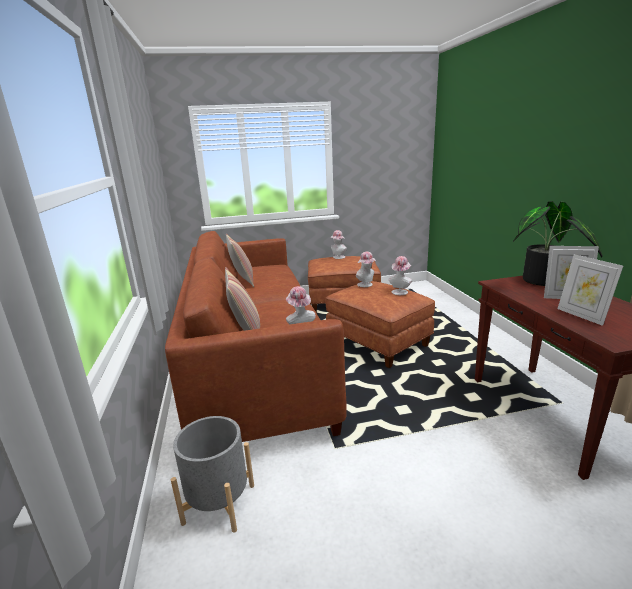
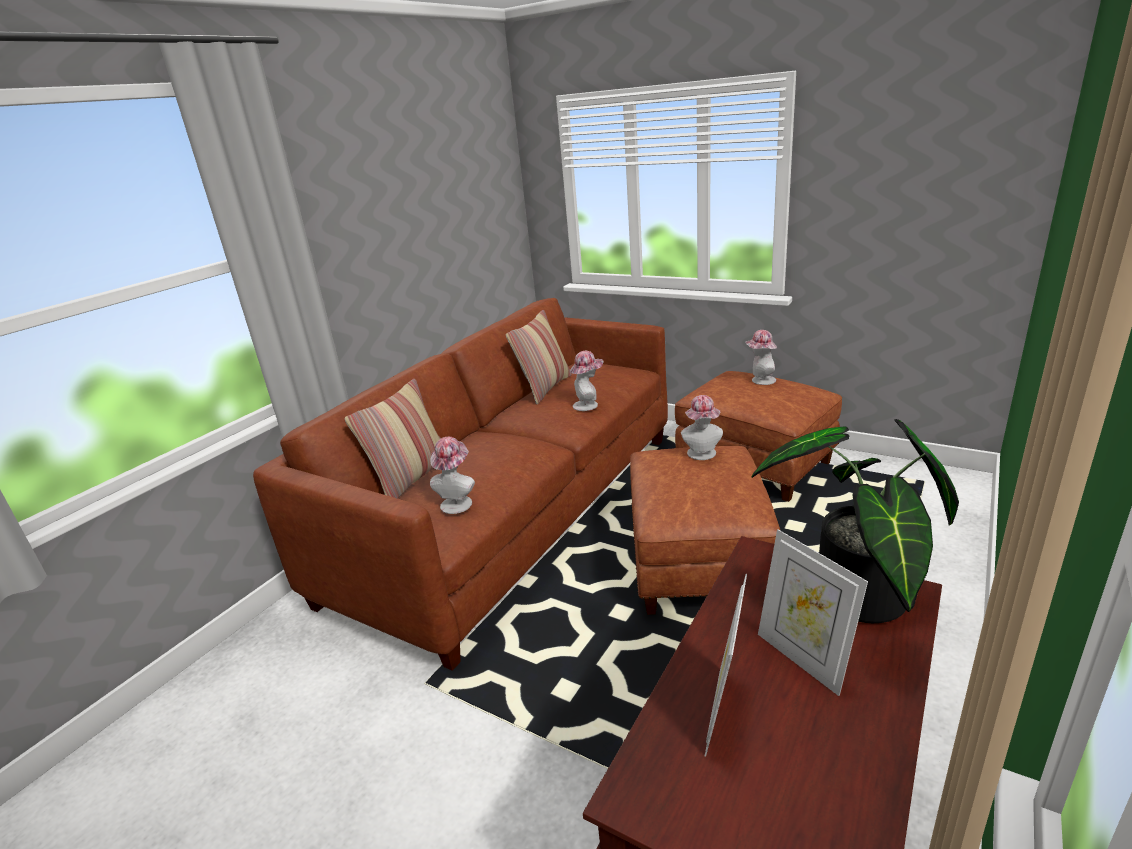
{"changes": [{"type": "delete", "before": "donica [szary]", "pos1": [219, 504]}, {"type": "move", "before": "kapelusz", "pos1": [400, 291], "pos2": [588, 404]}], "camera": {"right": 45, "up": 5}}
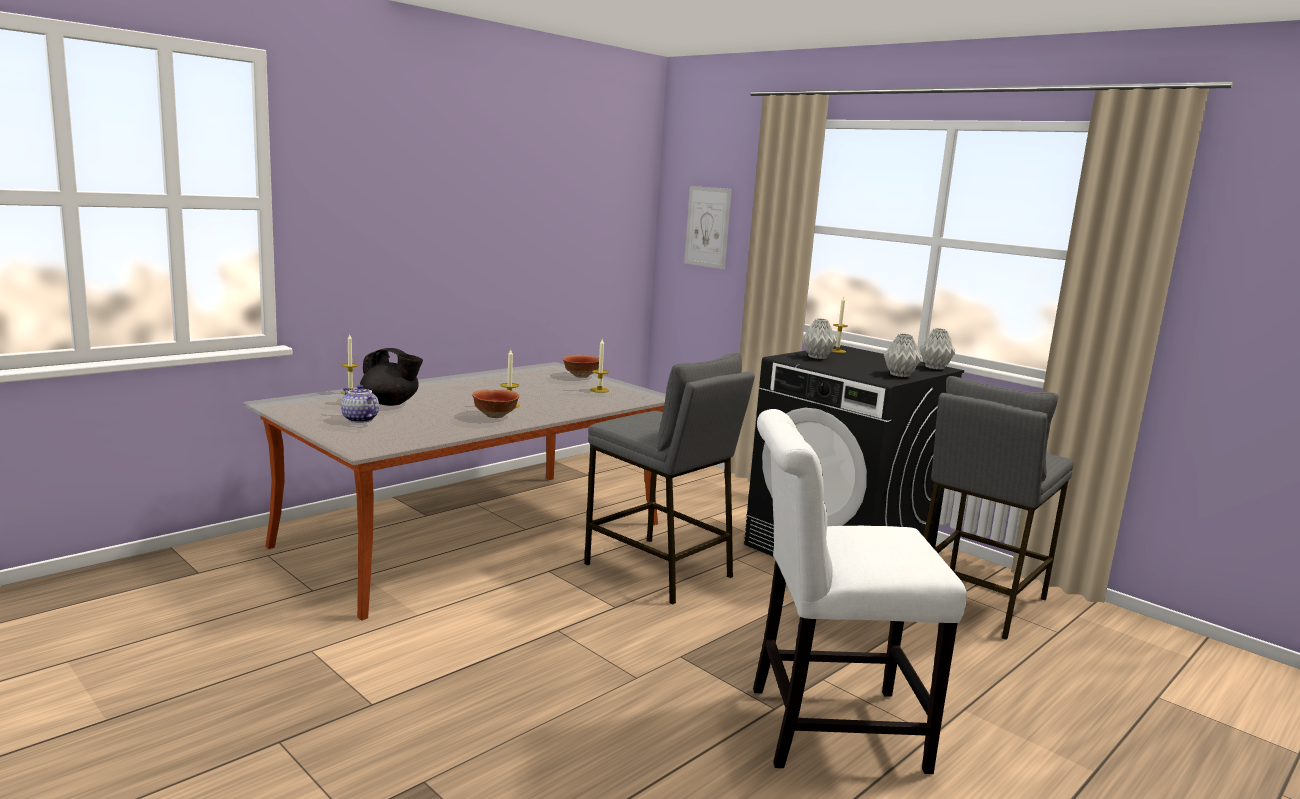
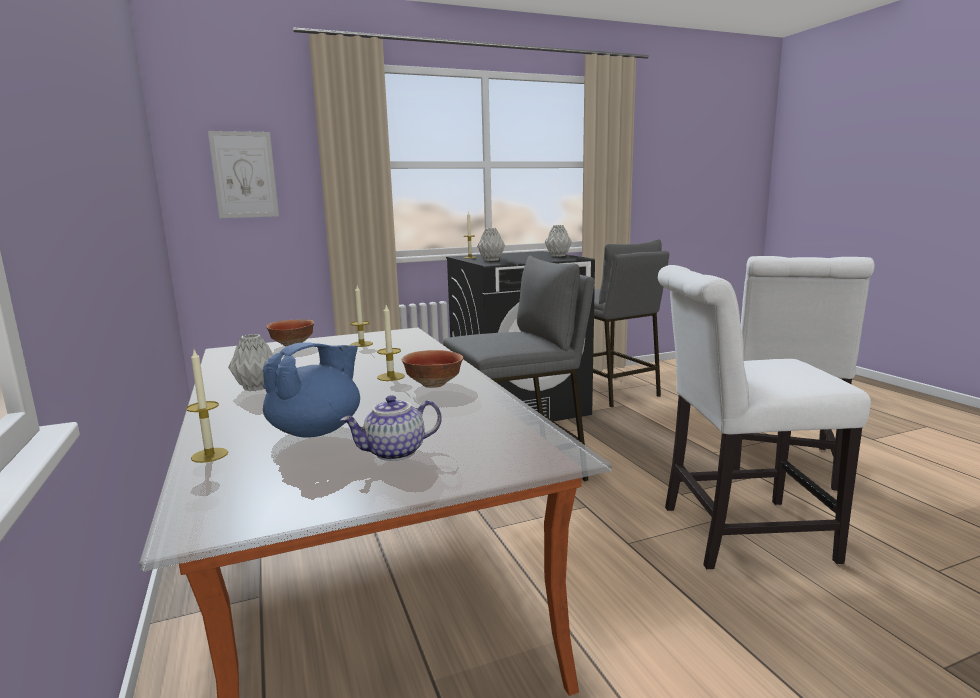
{"changes": [{"type": "recolor", "before": "imbryk [czarny]", "after": "imbryk [niebieski]", "pos1": [390, 403], "pos2": [317, 431]}, {"type": "move", "before": "wazon [szary]", "pos1": [934, 367], "pos2": [257, 388]}, {"type": "insert", "after": "krzesło [biały]", "pos2": [736, 533]}], "camera": {"right": -65, "up": 0}}
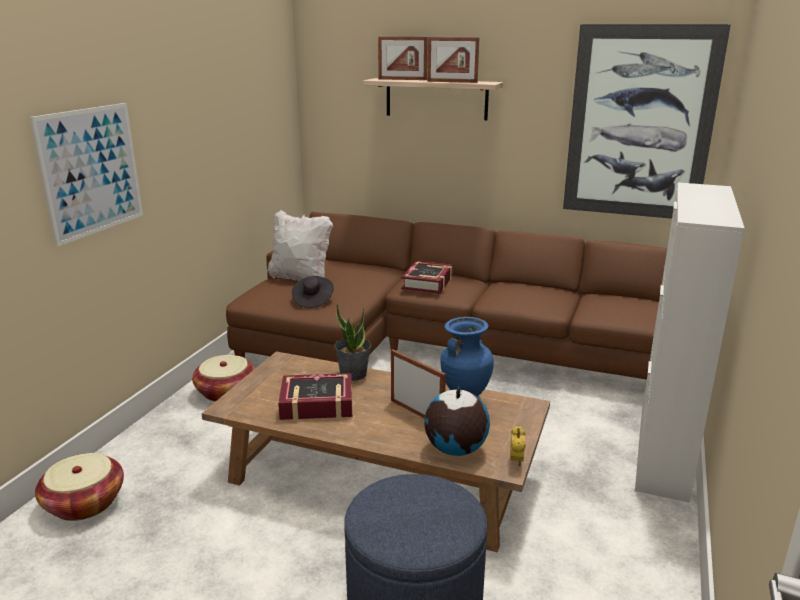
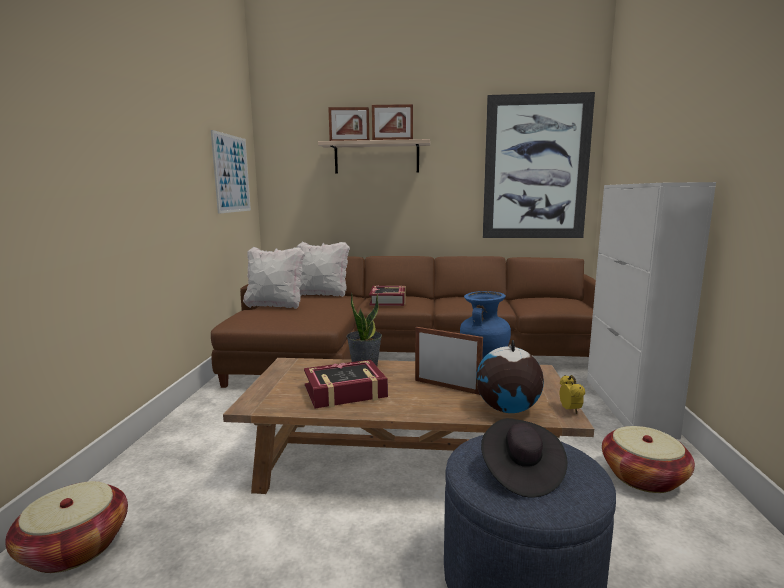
{"changes": [{"type": "move", "before": "obraz", "pos1": [91, 171], "pos2": [231, 174]}, {"type": "move", "before": "koszyk", "pos1": [226, 392], "pos2": [643, 477]}, {"type": "move", "before": "kapelusz [czarny]", "pos1": [313, 300], "pos2": [521, 473]}, {"type": "insert", "after": "poduszka [biały]", "pos2": [322, 294]}], "camera": {"right": -15, "up": -10}}
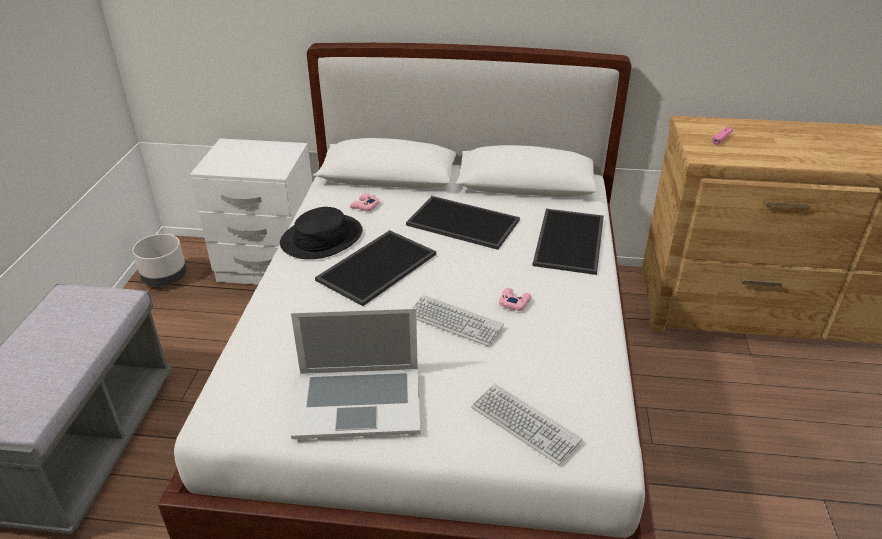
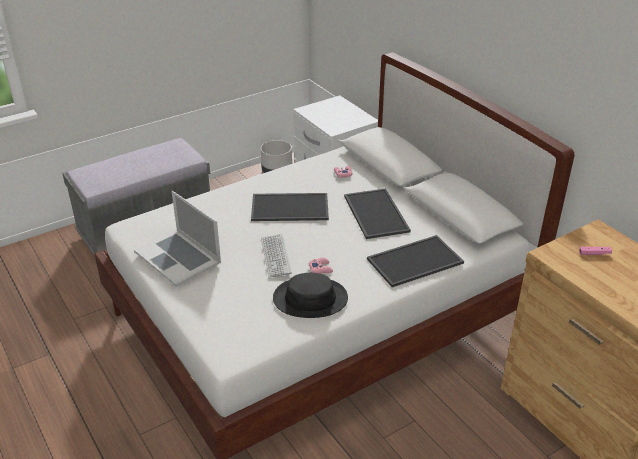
{"changes": [{"type": "move", "before": "kapelusz [czarny]", "pos1": [321, 238], "pos2": [310, 298]}, {"type": "delete", "before": "klawiatura", "pos1": [524, 424]}], "camera": {"right": 50, "up": 0}}
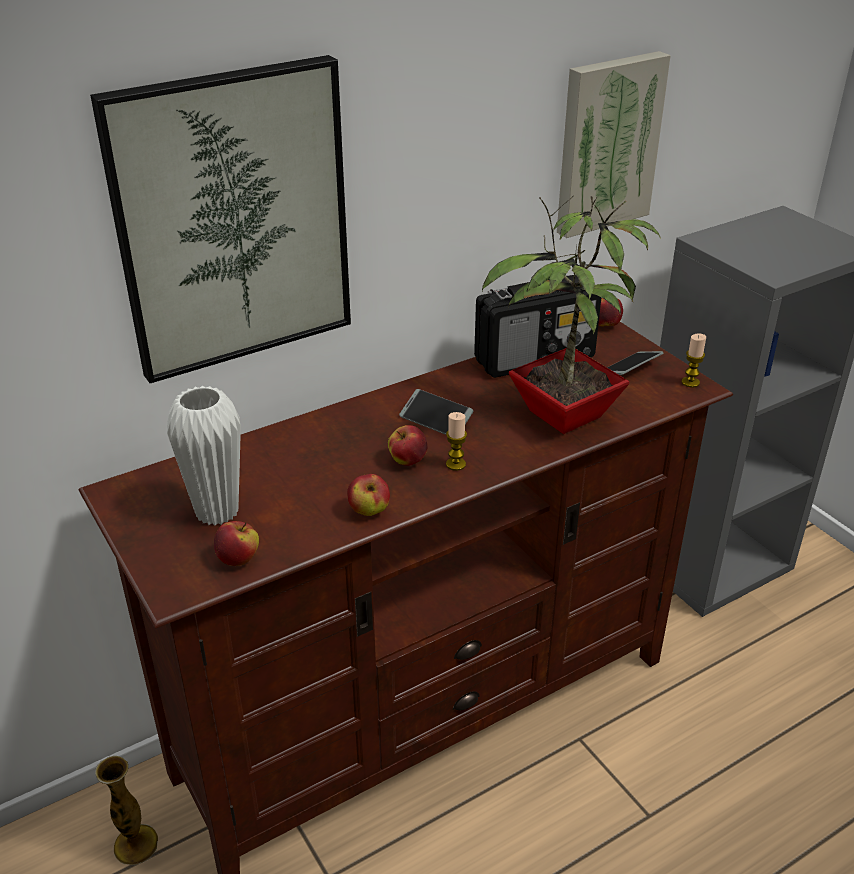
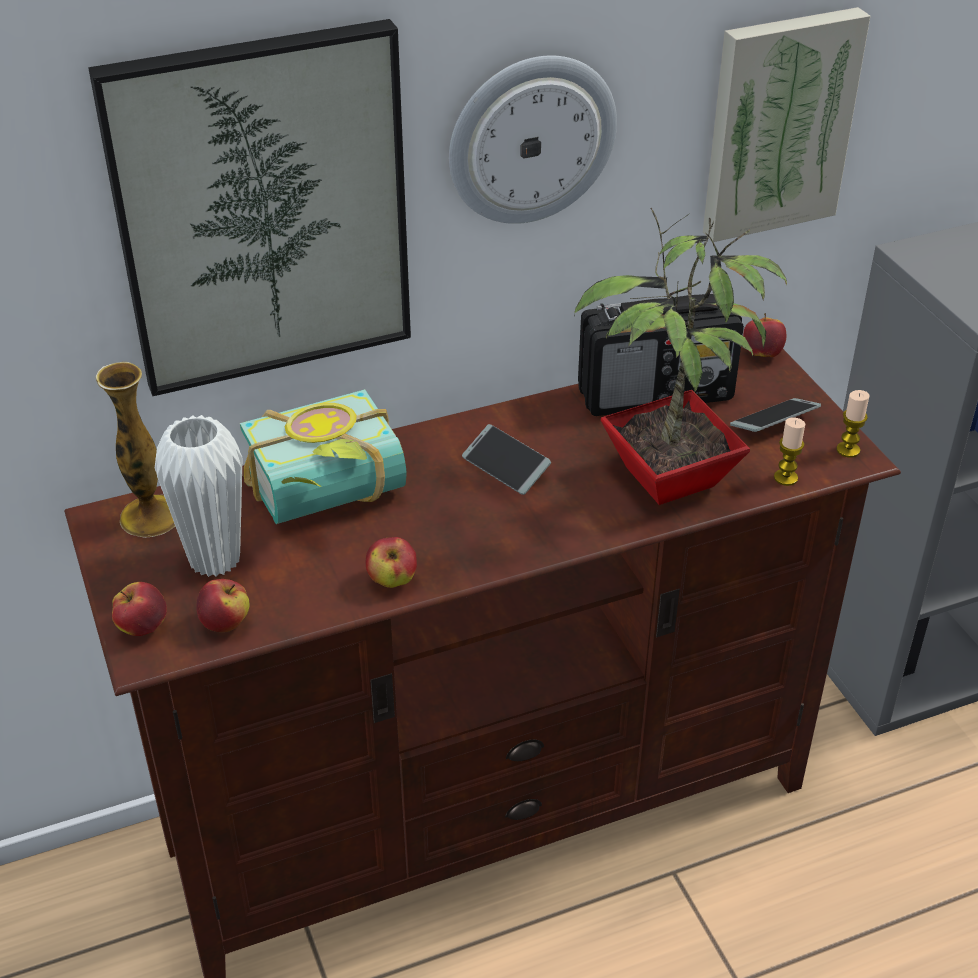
{"changes": [{"type": "move", "before": "wazon", "pos1": [136, 844], "pos2": [150, 516]}, {"type": "move", "before": "jabłko", "pos1": [407, 461], "pos2": [143, 627]}, {"type": "move", "before": "świeca", "pos1": [456, 464], "pos2": [785, 478]}, {"type": "insert", "after": "książka", "pos2": [331, 497]}, {"type": "insert", "after": "zegar ścienny", "pos2": [531, 139]}], "camera": {"right": 10, "up": 5}}
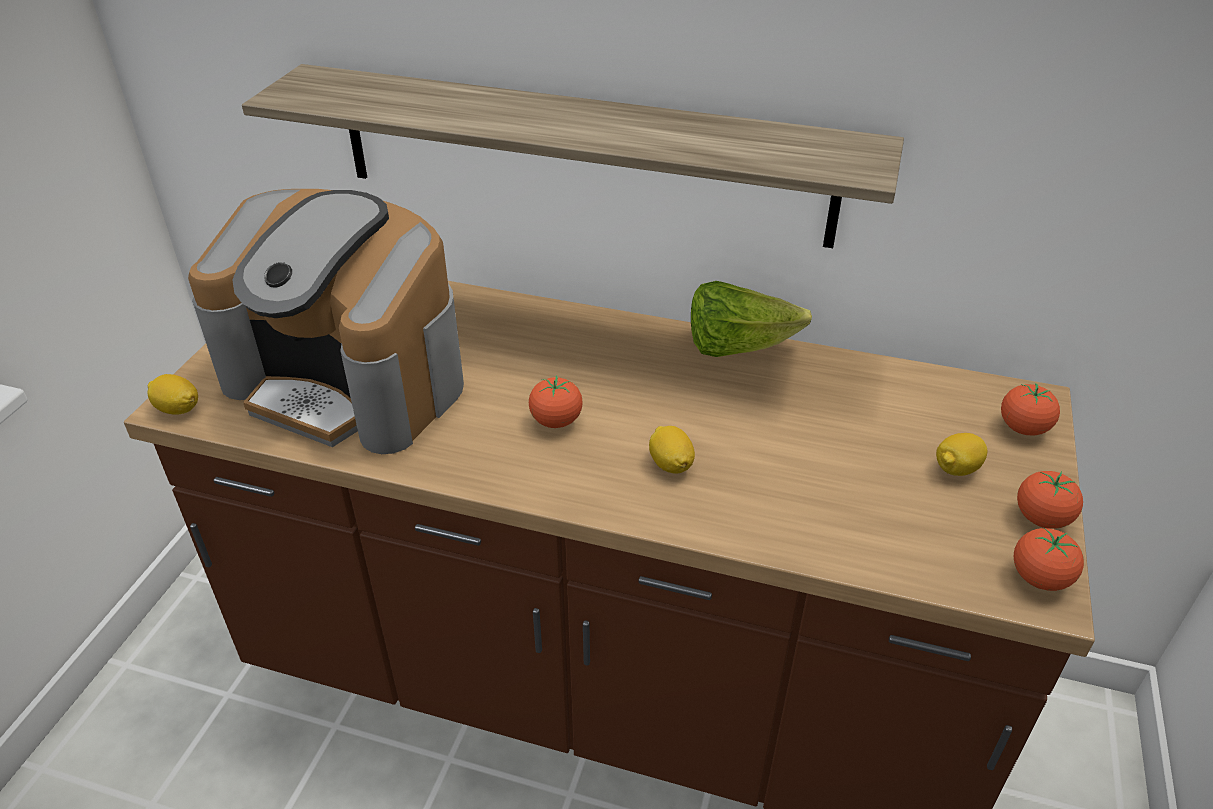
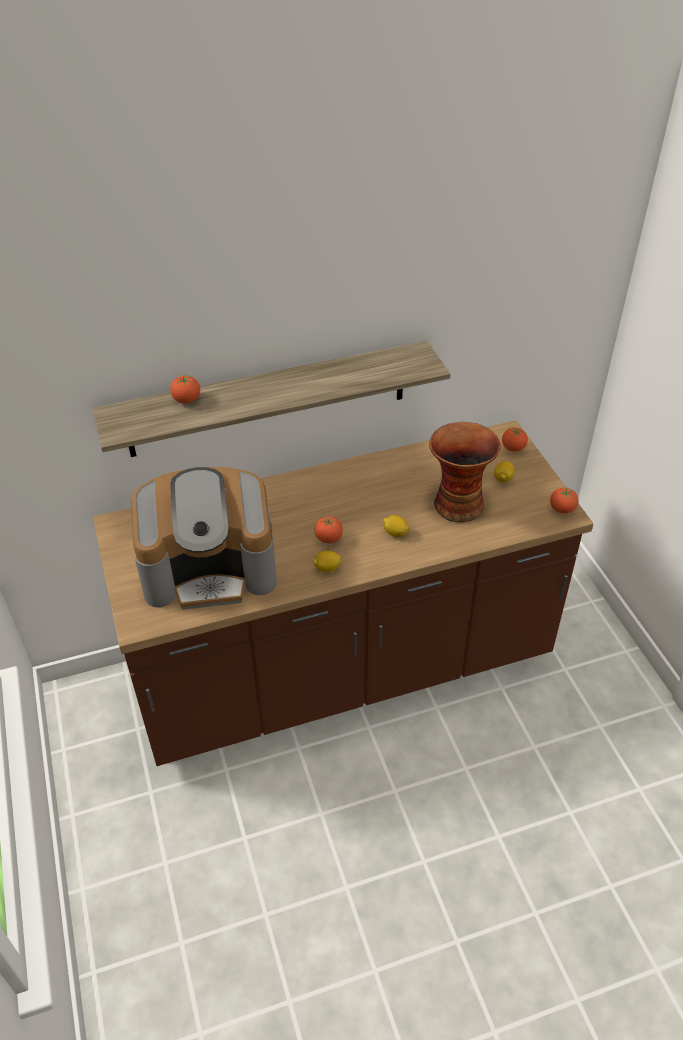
{"changes": [{"type": "move", "before": "cytryna", "pos1": [178, 409], "pos2": [327, 568]}, {"type": "delete", "before": "sałata", "pos1": [737, 347]}, {"type": "move", "before": "pomidor", "pos1": [1041, 518], "pos2": [187, 400]}, {"type": "insert", "after": "wazon", "pos2": [457, 504]}], "camera": {"right": -35, "up": 5}}
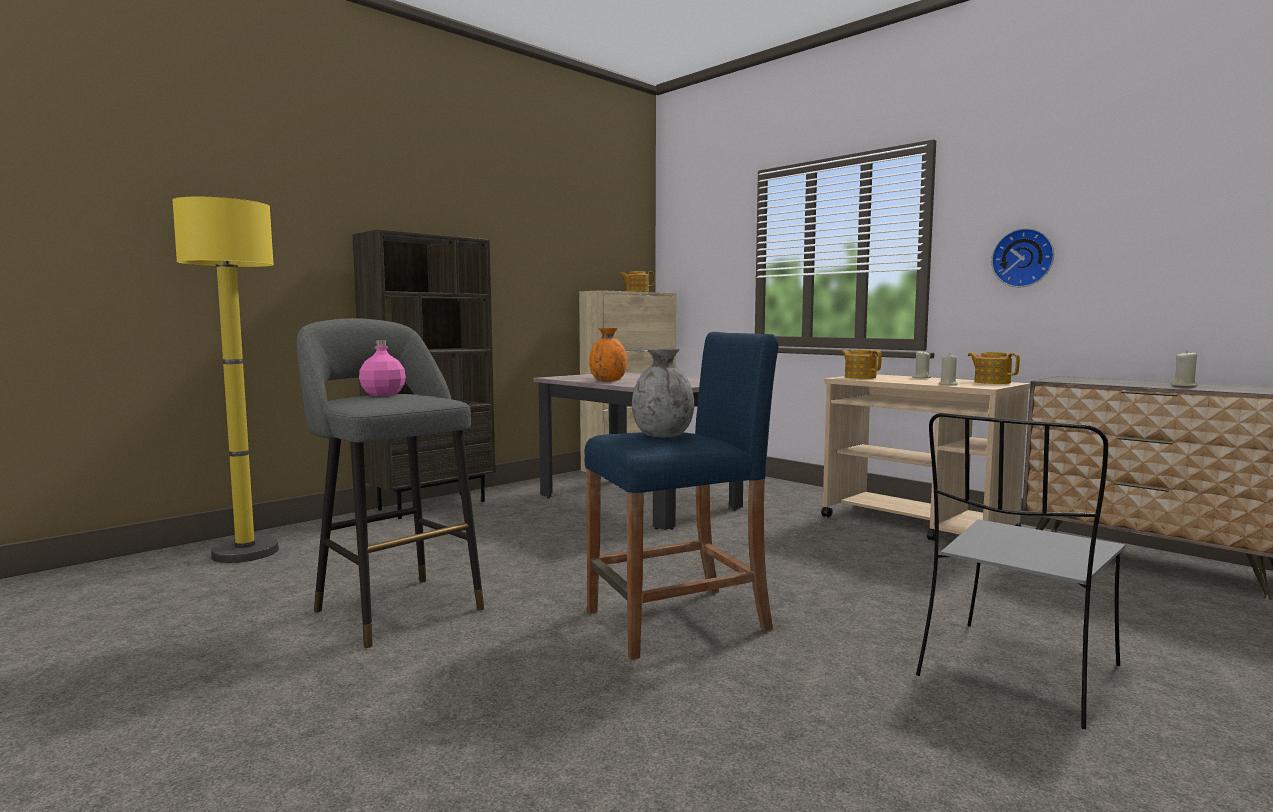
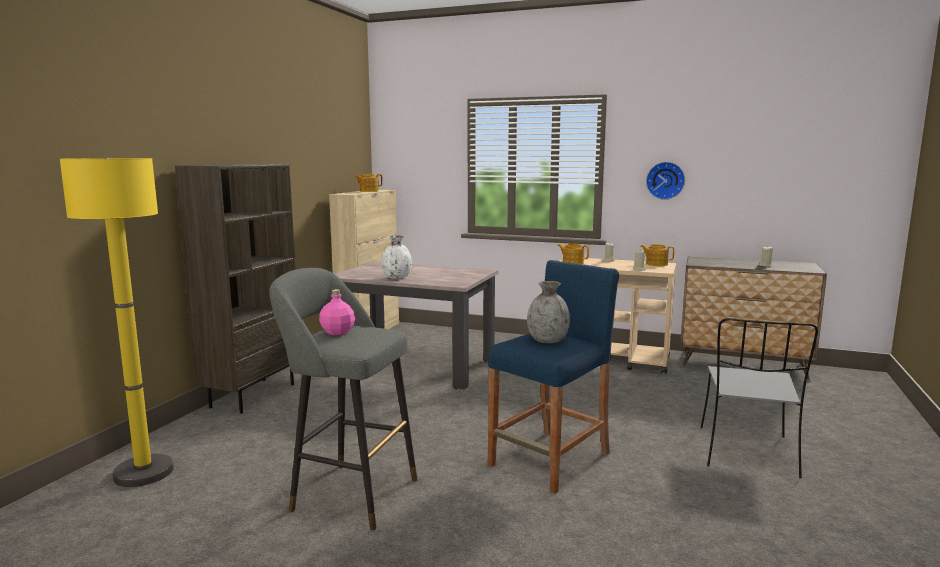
{"changes": [{"type": "recolor", "before": "wazon [pomarańczowy]", "after": "wazon [biały]", "pos1": [607, 381], "pos2": [396, 277]}], "camera": {"right": -25, "up": 5}}
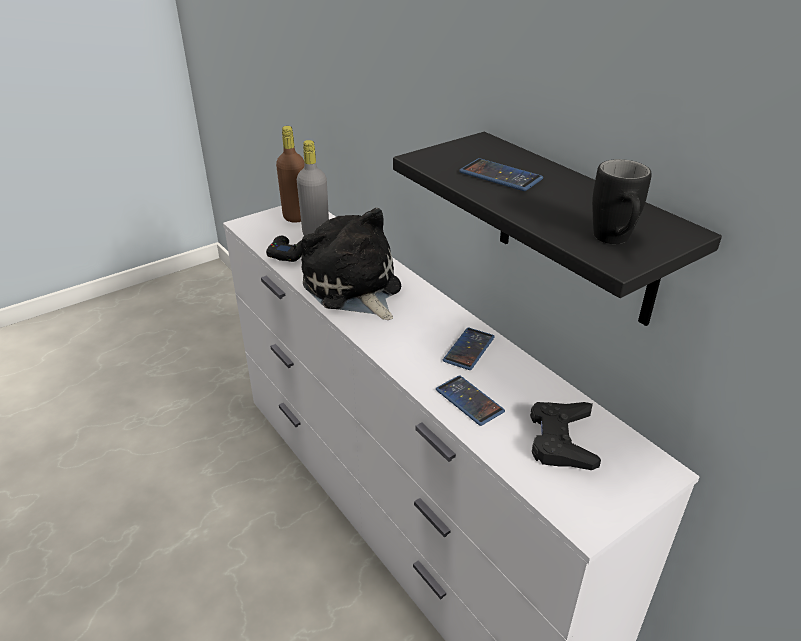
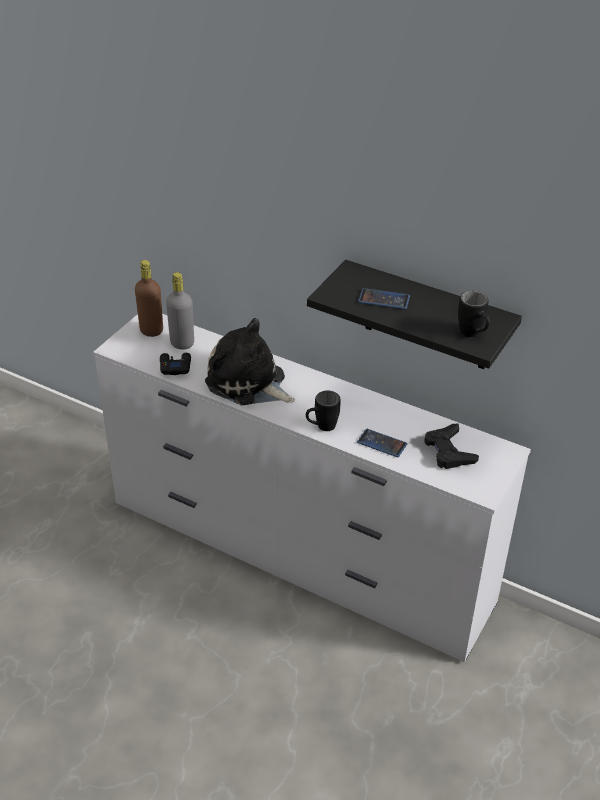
{"changes": [{"type": "delete", "before": "telefon", "pos1": [469, 349]}, {"type": "insert", "after": "kubek [czarny]", "pos2": [321, 427]}], "camera": {"right": -25, "up": 5}}
